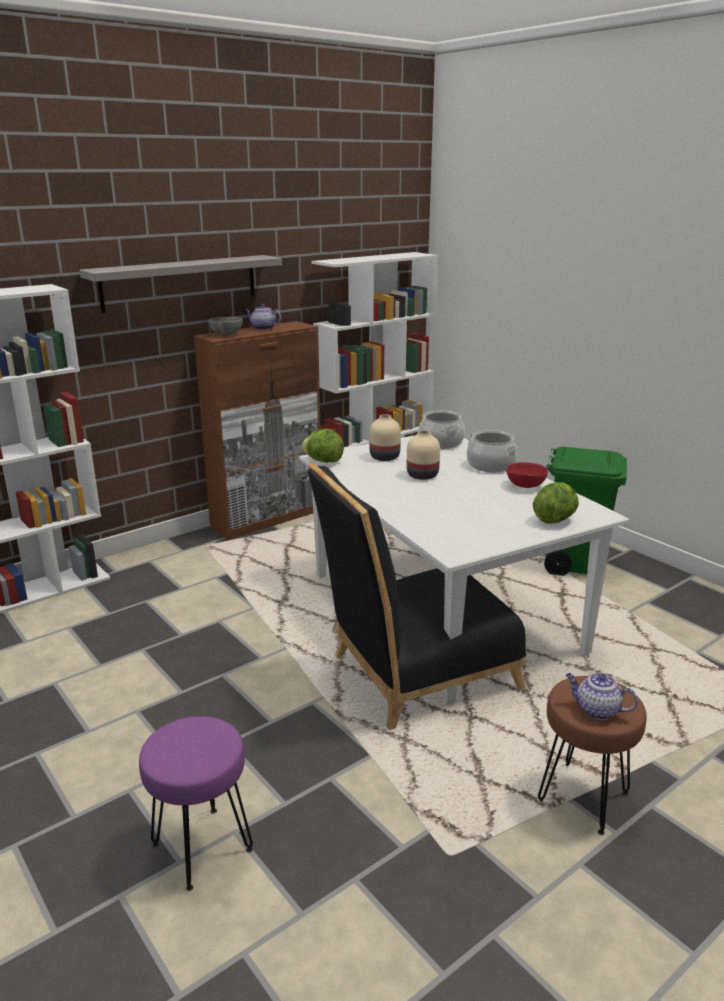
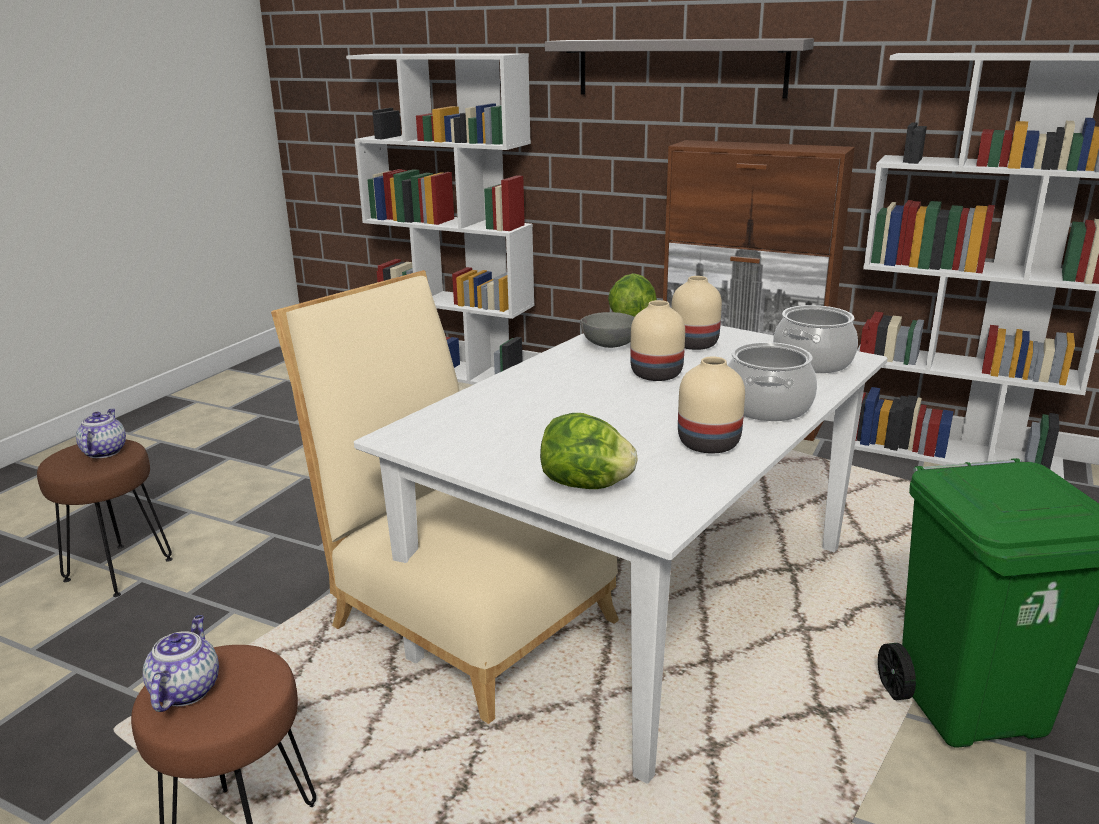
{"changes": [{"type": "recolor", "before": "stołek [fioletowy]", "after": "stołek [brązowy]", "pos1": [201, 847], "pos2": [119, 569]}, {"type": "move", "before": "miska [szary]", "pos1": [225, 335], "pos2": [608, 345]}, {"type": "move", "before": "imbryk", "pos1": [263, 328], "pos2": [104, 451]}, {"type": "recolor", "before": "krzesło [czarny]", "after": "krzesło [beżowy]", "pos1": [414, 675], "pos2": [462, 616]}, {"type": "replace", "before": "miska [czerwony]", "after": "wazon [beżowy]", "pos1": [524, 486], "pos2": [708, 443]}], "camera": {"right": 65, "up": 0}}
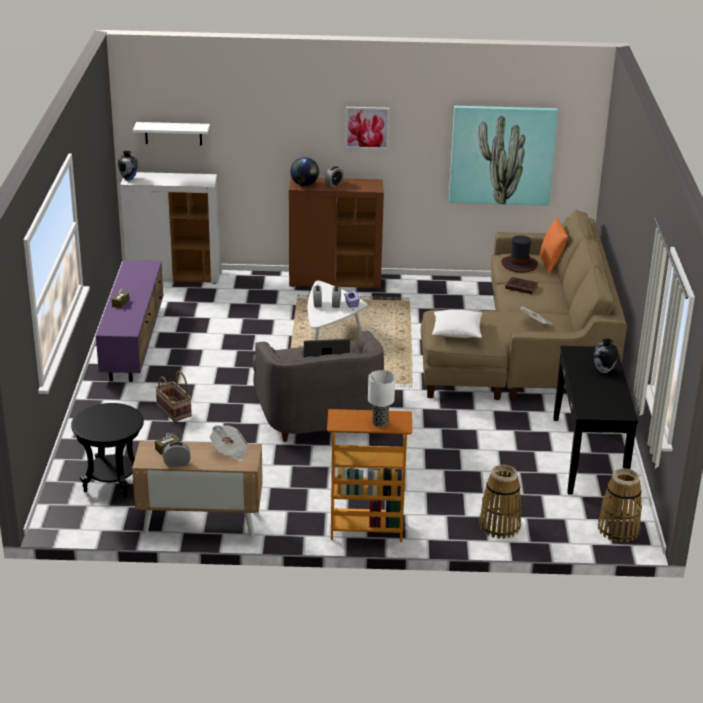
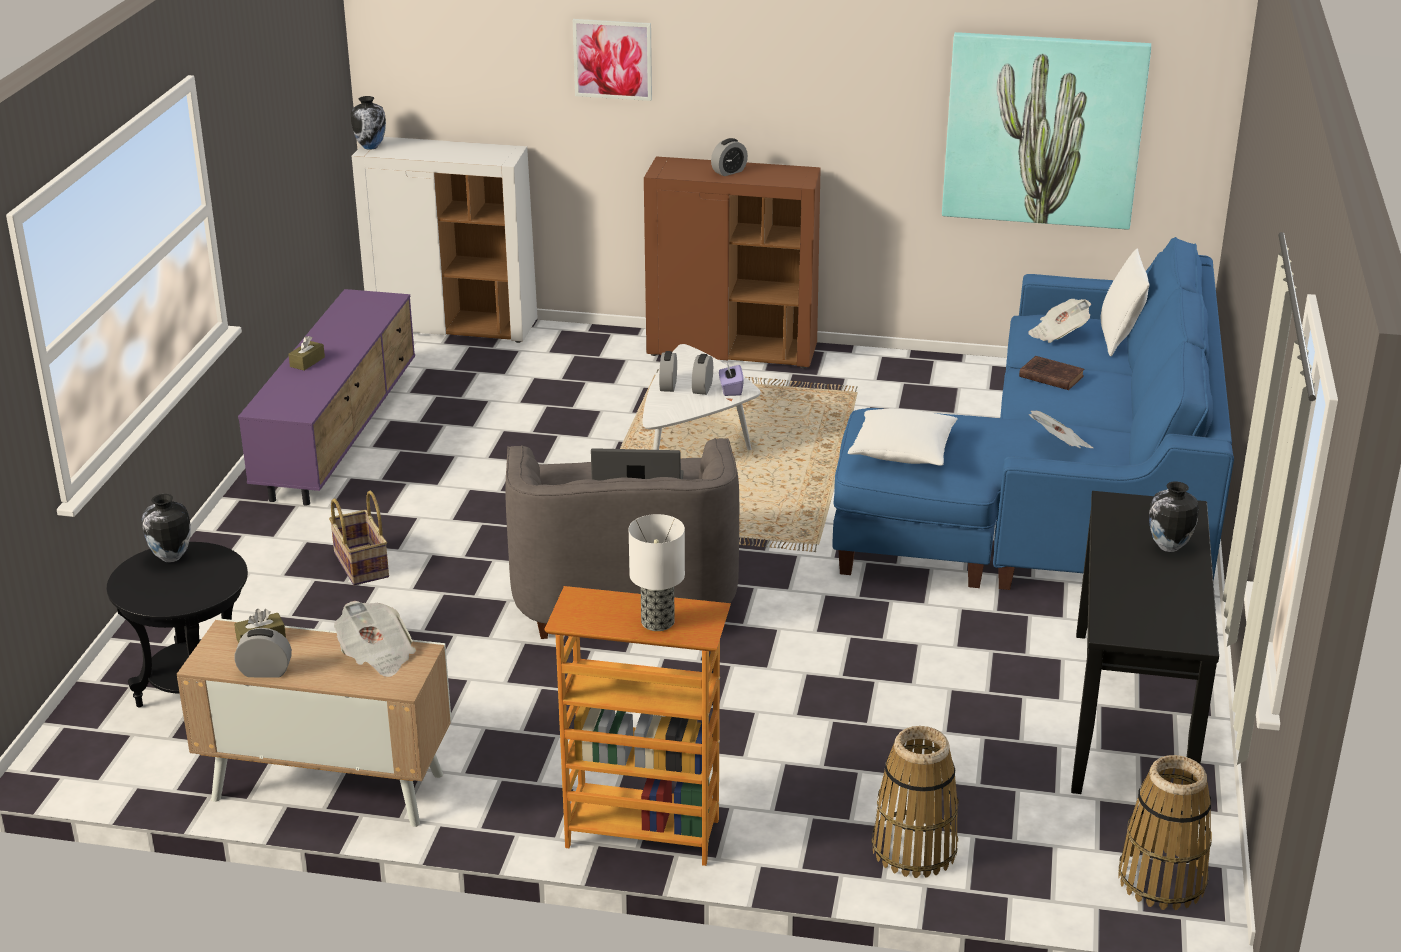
{"changes": [{"type": "delete", "before": "półka [biały]", "pos1": [173, 133]}, {"type": "delete", "before": "globus", "pos1": [304, 184]}, {"type": "move", "before": "obraz", "pos1": [367, 127], "pos2": [613, 59]}, {"type": "recolor", "before": "kanapa [beżowy]", "after": "kanapa [niebieski]", "pos1": [529, 350], "pos2": [1059, 497]}, {"type": "replace", "before": "kapelusz", "after": "gazeta", "pos1": [519, 264], "pos2": [1058, 335]}, {"type": "recolor", "before": "poduszka [pomarańczowy]", "after": "poduszka [biały]", "pos1": [551, 264], "pos2": [1119, 338]}, {"type": "insert", "after": "wazon", "pos2": [171, 557]}], "camera": {"right": 10, "up": 0}}
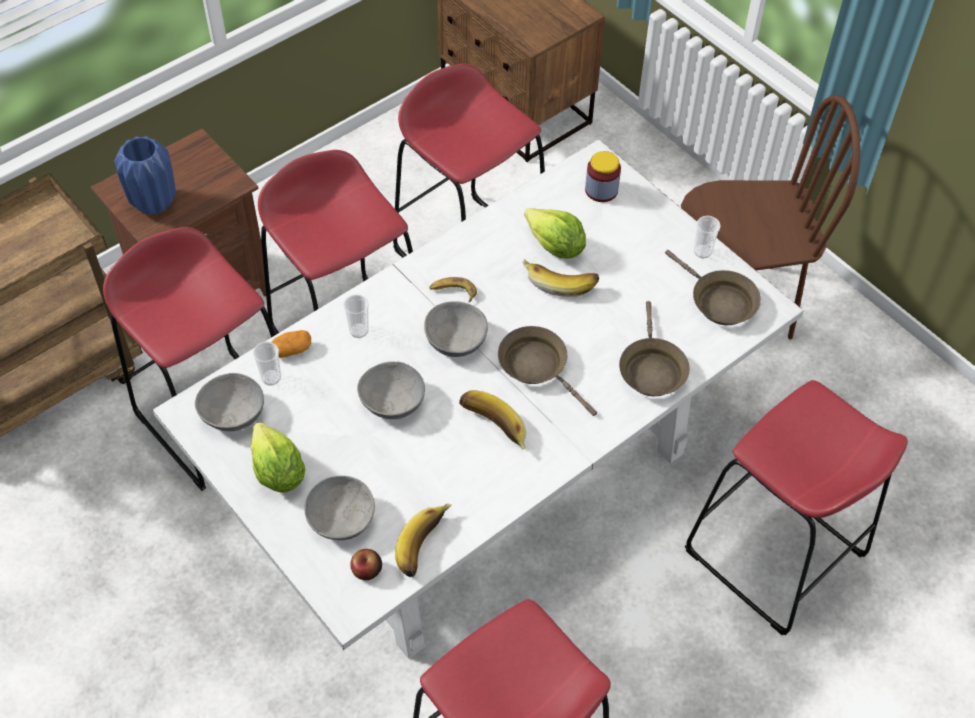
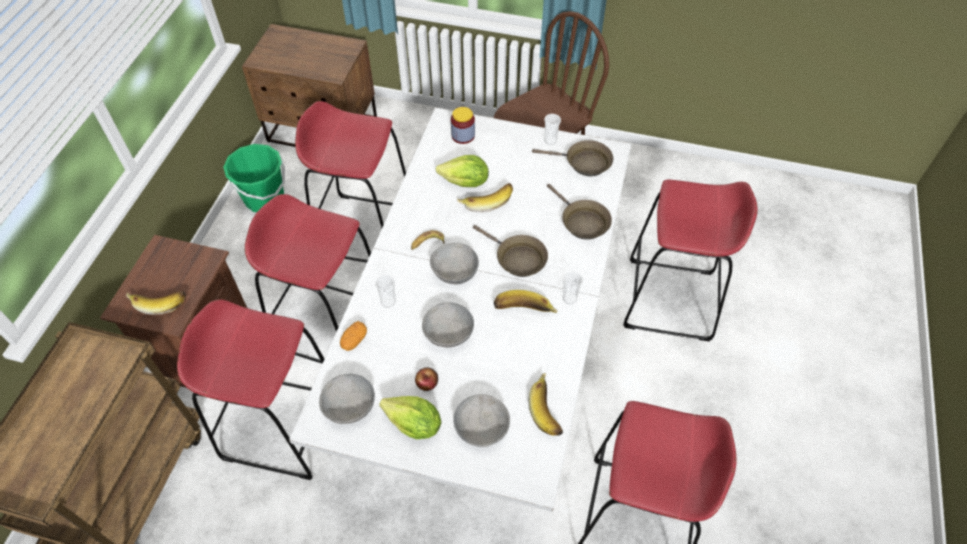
{"changes": [{"type": "replace", "before": "wazon [niebieski]", "after": "banan", "pos1": [154, 202], "pos2": [160, 301]}, {"type": "move", "before": "filiżanka", "pos1": [271, 378], "pos2": [569, 298]}, {"type": "move", "before": "jabłko", "pos1": [367, 570], "pos2": [427, 383]}, {"type": "rotate", "before": "patelnia [brązowy]", "pos1": [537, 366], "pos2": [517, 259], "turn": -150}, {"type": "insert", "after": "wiadro [zielony]", "pos2": [264, 199]}], "camera": {"right": -35, "up": 0}}
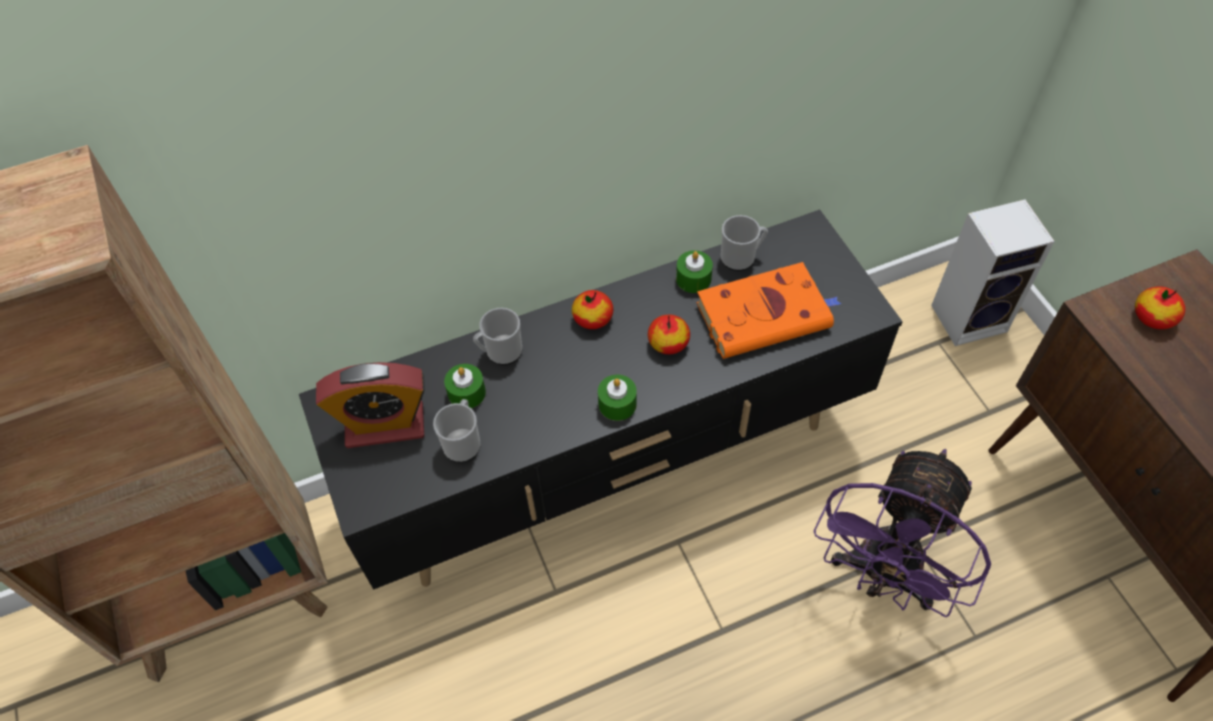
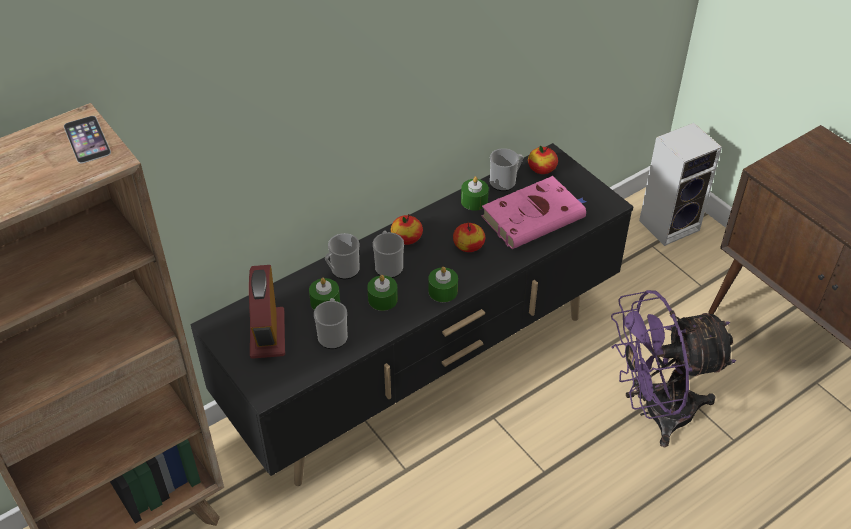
{"changes": [{"type": "rotate", "before": "budzik", "pos1": [385, 425], "pos2": [267, 334], "turn": 105}, {"type": "recolor", "before": "książka [pomarańczowy]", "after": "książka [różowy]", "pos1": [766, 315], "pos2": [535, 216]}, {"type": "rotate", "before": "wentylator [fioletowy]", "pos1": [883, 576], "pos2": [655, 412], "turn": 60}, {"type": "move", "before": "jabłko", "pos1": [1152, 318], "pos2": [542, 169]}, {"type": "insert", "after": "telefon", "pos2": [87, 139]}, {"type": "insert", "after": "świeca [zielony]", "pos2": [382, 299]}, {"type": "insert", "after": "kubek", "pos2": [388, 266]}], "camera": {"right": -15, "up": -10}}
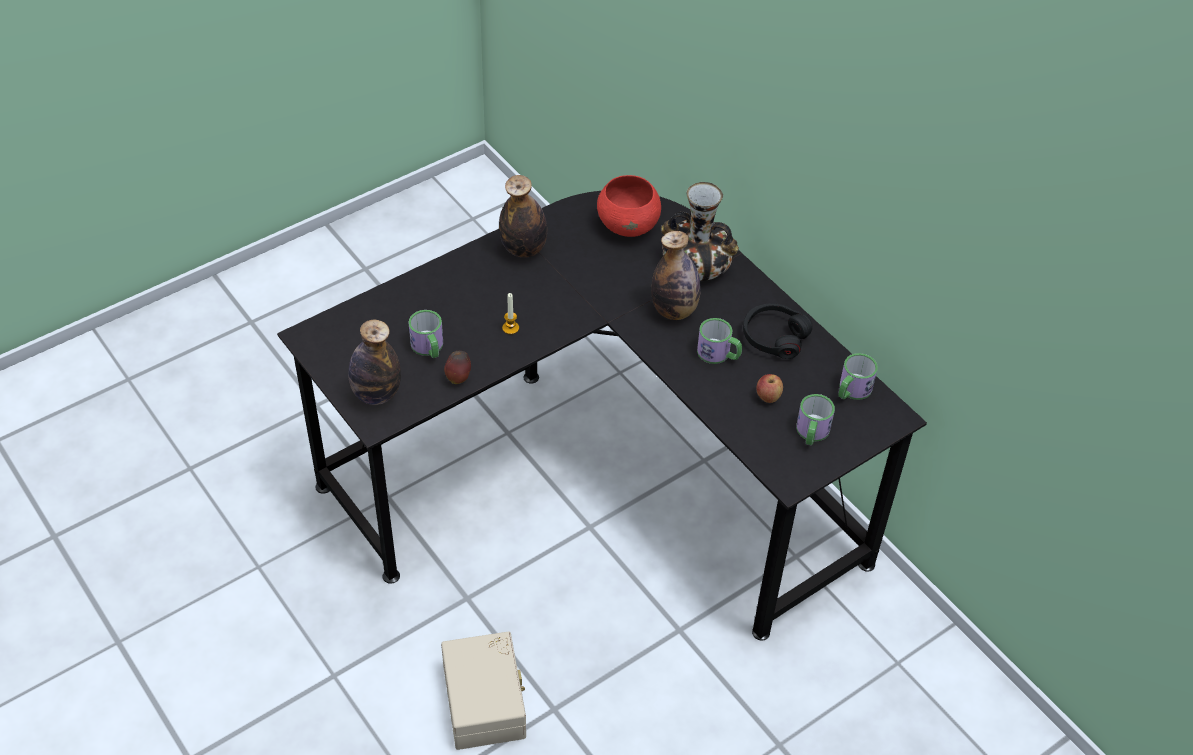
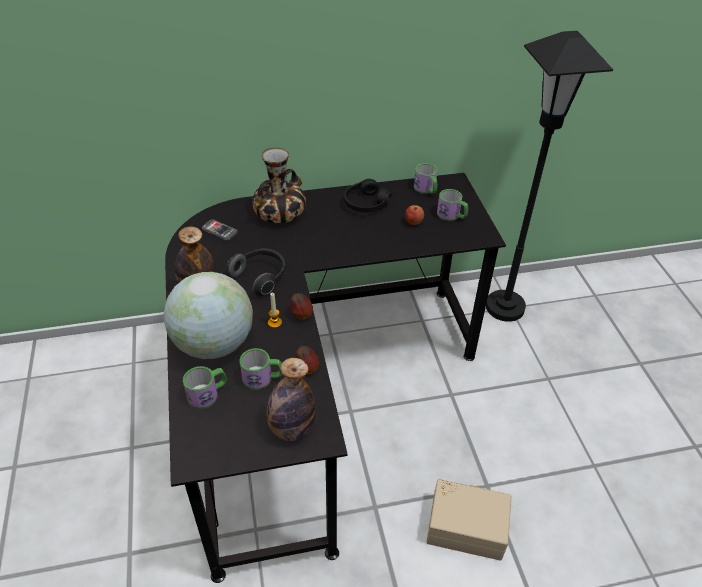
{"changes": [{"type": "replace", "before": "miska [czerwony]", "after": "telefon", "pos1": [628, 225], "pos2": [219, 231]}, {"type": "delete", "before": "butelka", "pos1": [674, 310]}, {"type": "move", "before": "kubek", "pos1": [718, 354], "pos2": [208, 394]}, {"type": "insert", "after": "globus", "pos2": [214, 344]}, {"type": "insert", "after": "słuchawki", "pos2": [260, 277]}, {"type": "insert", "after": "jabłko", "pos2": [301, 315]}, {"type": "insert", "after": "lampa stojąca [czarny]", "pos2": [505, 307]}], "camera": {"right": -65, "up": -5}}
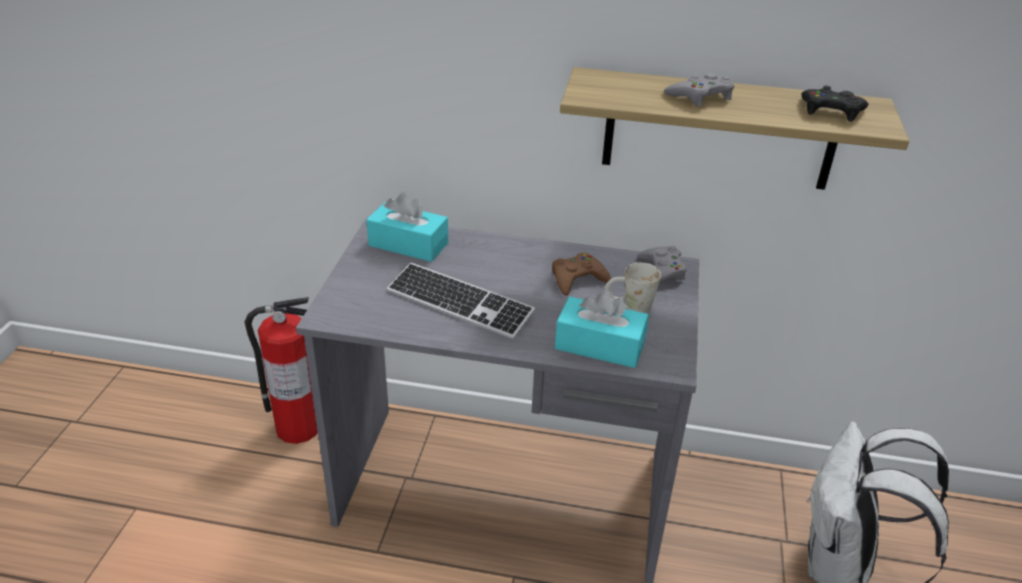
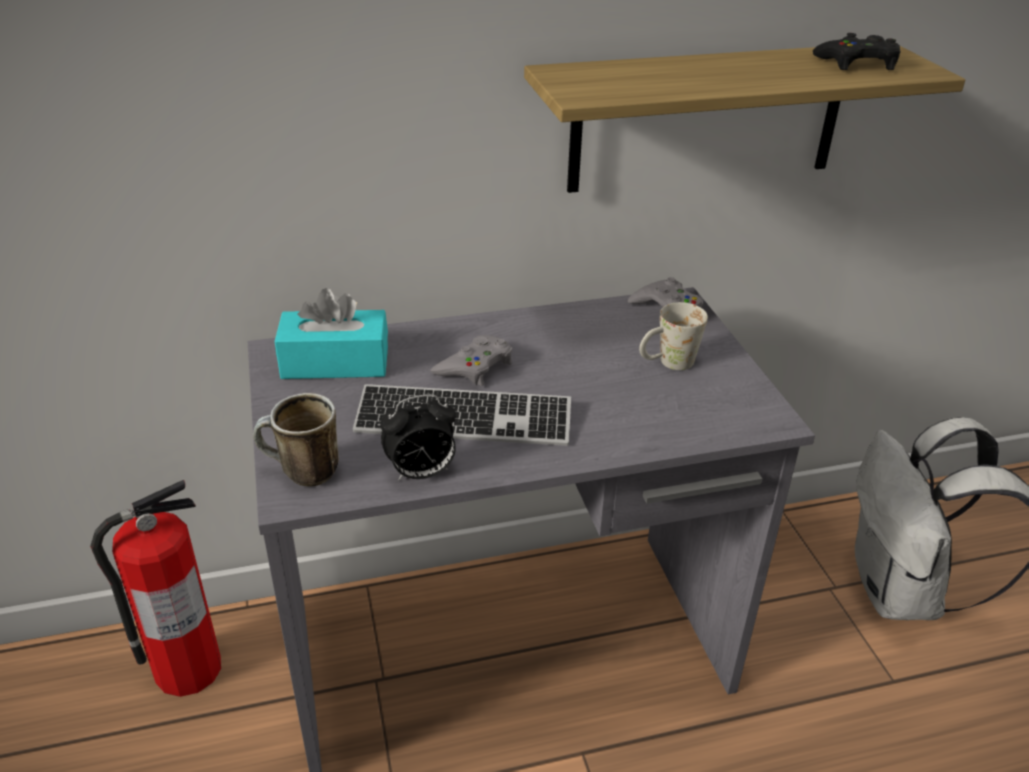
{"changes": [{"type": "delete", "before": "pad do gier [brązowy]", "pos1": [577, 279]}, {"type": "delete", "before": "pudełko chusteczek [turkusowy]", "pos1": [599, 345]}, {"type": "move", "before": "pad do gier [szary]", "pos1": [700, 96], "pos2": [475, 367]}, {"type": "insert", "after": "kubek", "pos2": [301, 474]}, {"type": "insert", "after": "budzik", "pos2": [421, 473]}], "camera": {"right": -25, "up": 0}}
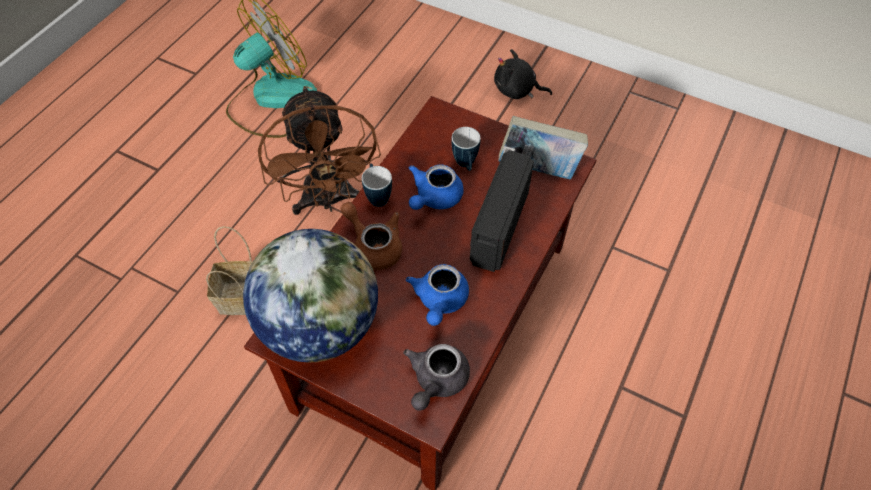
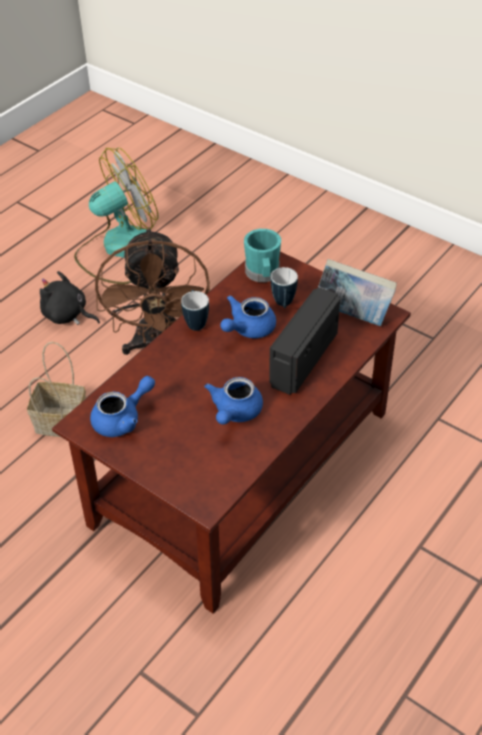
{"changes": [{"type": "replace", "before": "globus", "after": "imbryk [niebieski]", "pos1": [320, 325], "pos2": [123, 419]}, {"type": "delete", "before": "imbryk [brązowy]", "pos1": [374, 246]}, {"type": "delete", "before": "imbryk [szary]", "pos1": [436, 381]}, {"type": "move", "before": "pluszak [czarny]", "pos1": [517, 90], "pos2": [67, 315]}, {"type": "insert", "after": "kubek [turkusowy]", "pos2": [263, 274]}], "camera": {"right": 10, "up": -10}}
